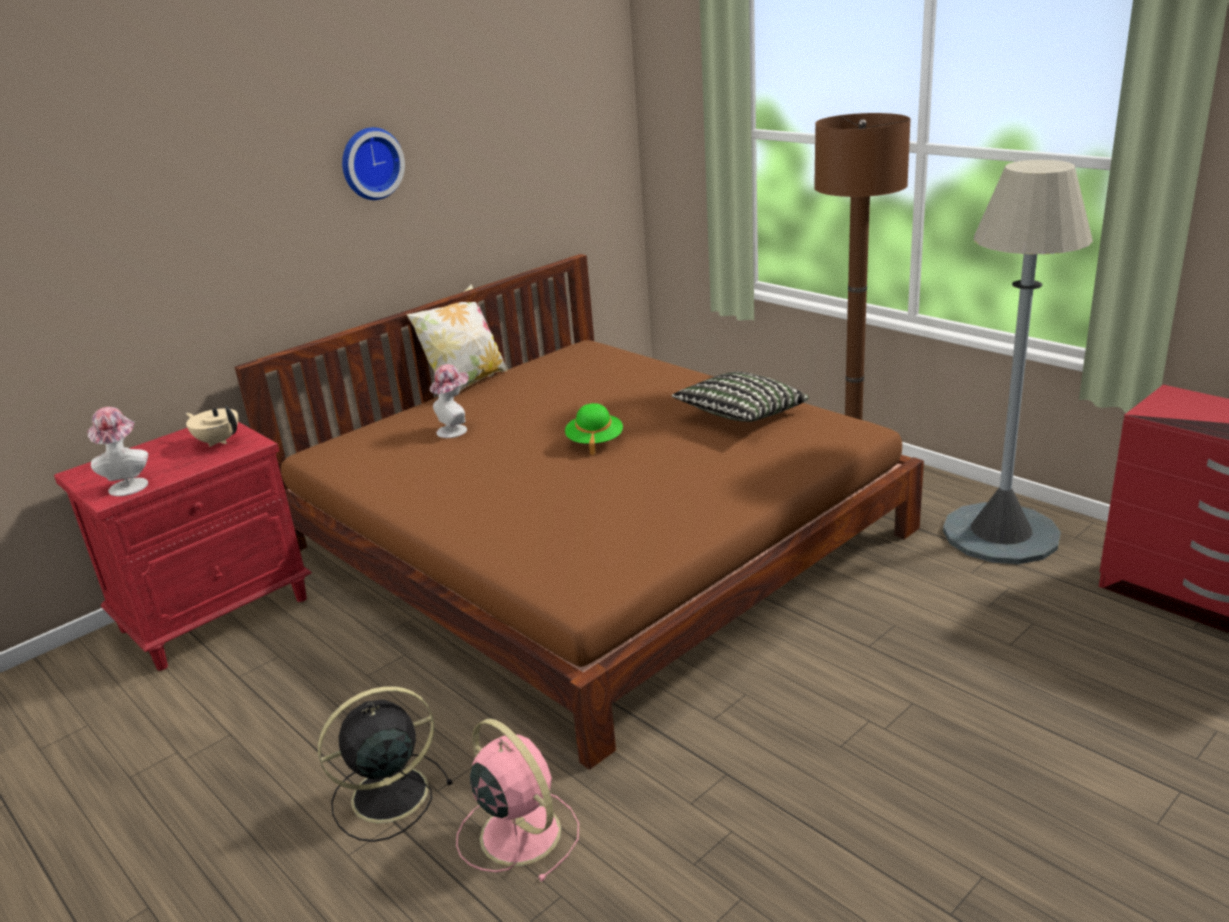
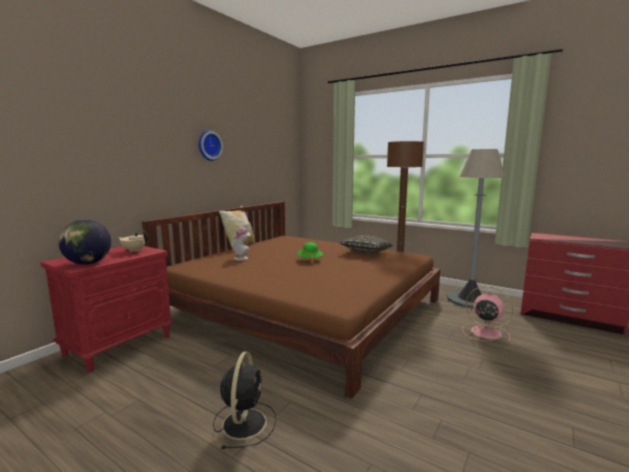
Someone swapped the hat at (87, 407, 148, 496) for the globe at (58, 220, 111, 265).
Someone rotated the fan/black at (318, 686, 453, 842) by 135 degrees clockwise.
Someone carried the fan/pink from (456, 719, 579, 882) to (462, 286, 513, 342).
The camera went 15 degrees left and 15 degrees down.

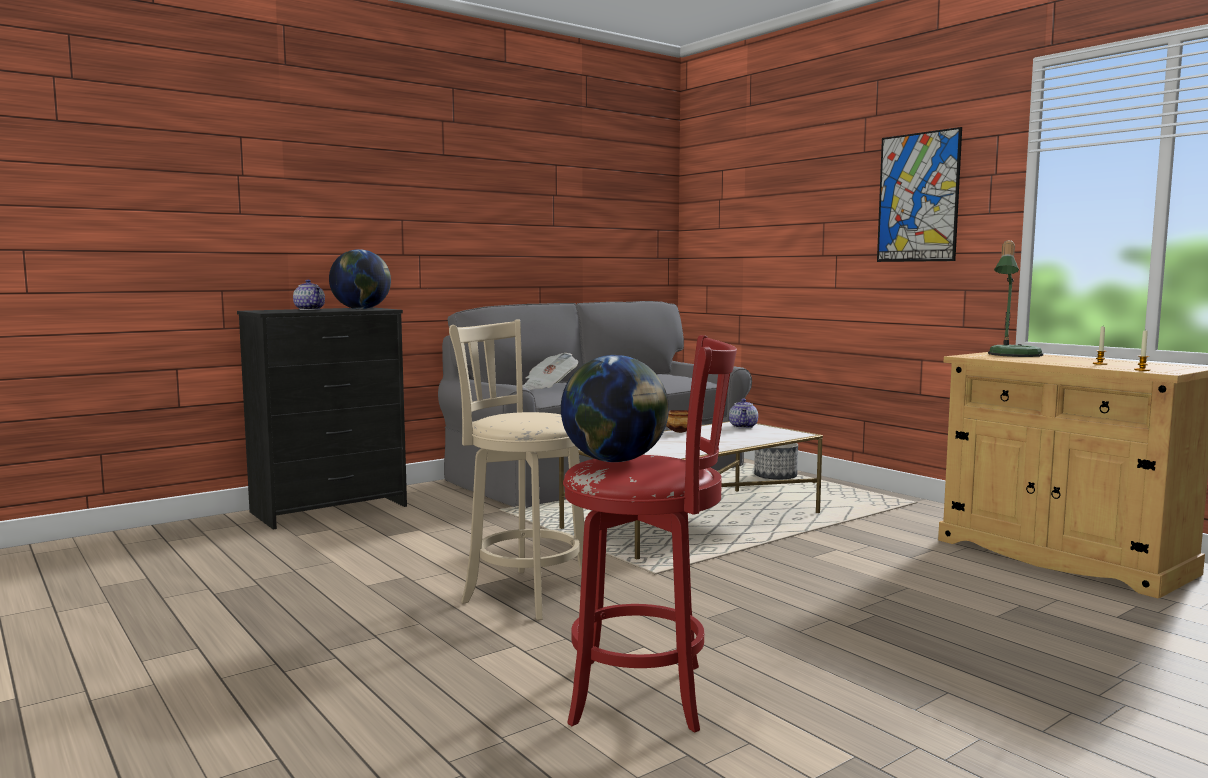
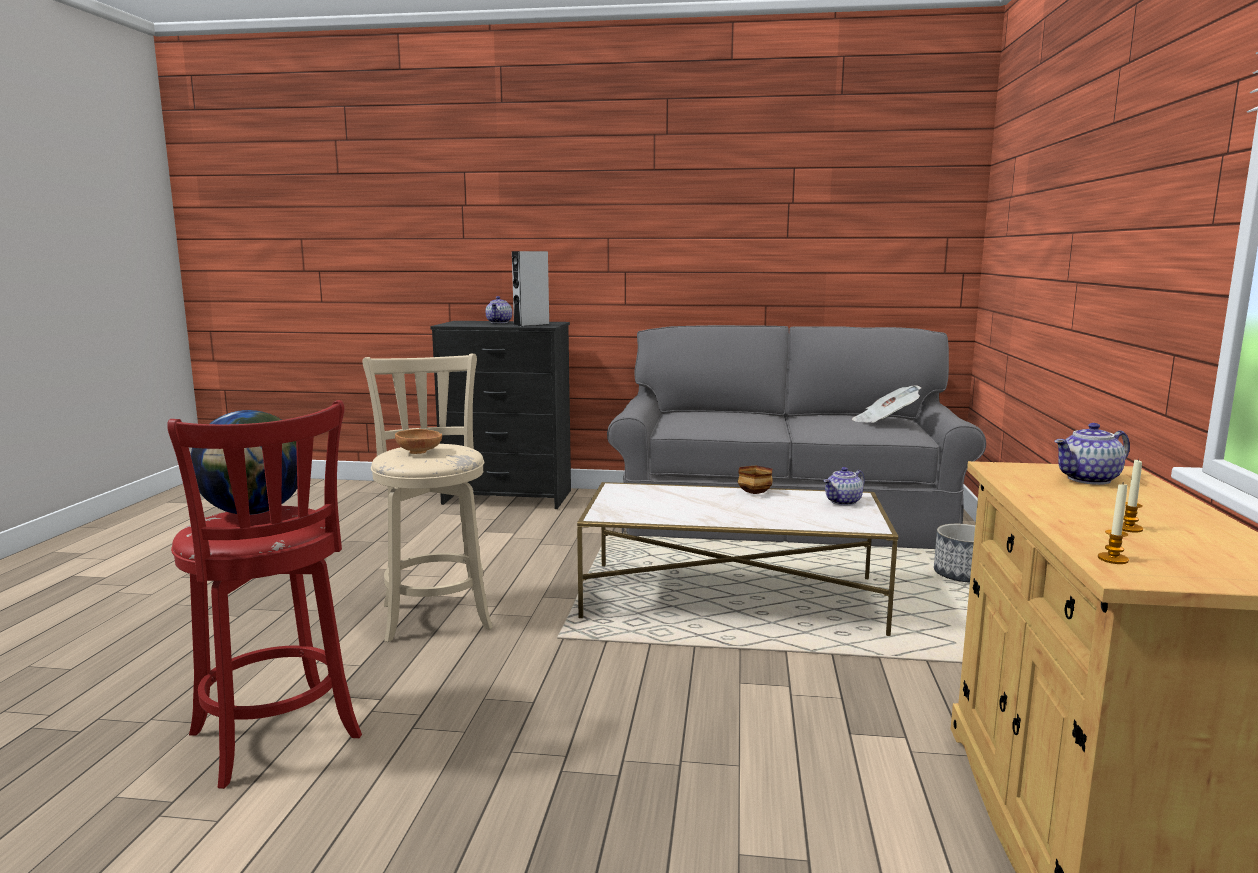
Someone swapped the globe at (329, 249, 391, 309) for the speaker/grey at (512, 251, 550, 327).
Someone carried the newspaper from (523, 353, 578, 390) to (852, 385, 921, 423).
Someone took away the picture at (877, 127, 962, 262).
Someone swapped the table lamp at (988, 240, 1043, 357) for the teapot at (1054, 423, 1130, 485).
Someone put down the bowl/brown at (395, 429, 442, 454).
The camera went 45 degrees right and 5 degrees up.

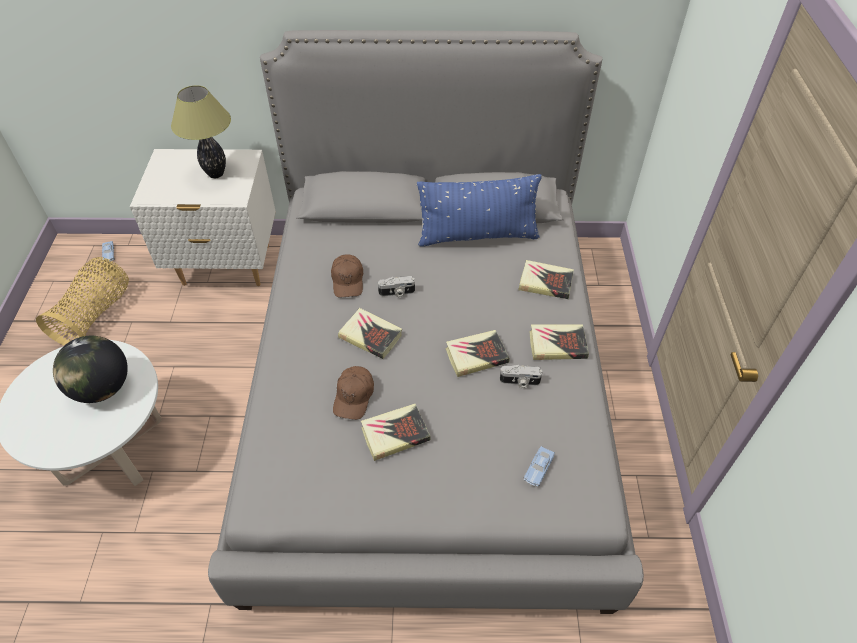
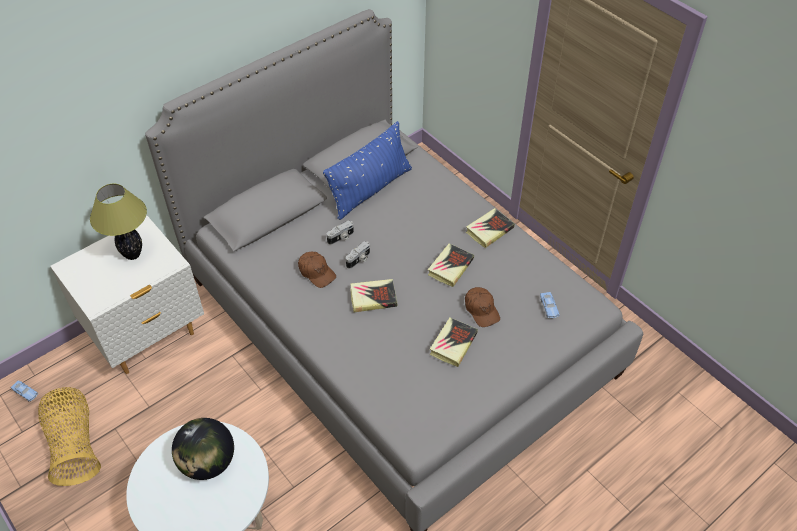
Someone carried the cap/brown from (333, 366, 374, 420) to (465, 287, 500, 327).
Someone carried the photo camera from (500, 365, 543, 388) to (327, 220, 354, 245).
Someone took away the book at (518, 260, 574, 299).
The camera went 40 degrees left and 0 degrees up.

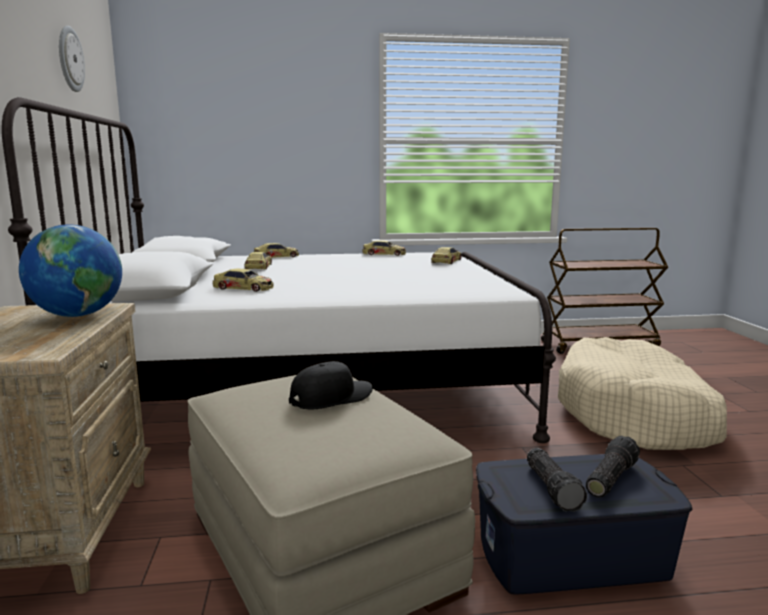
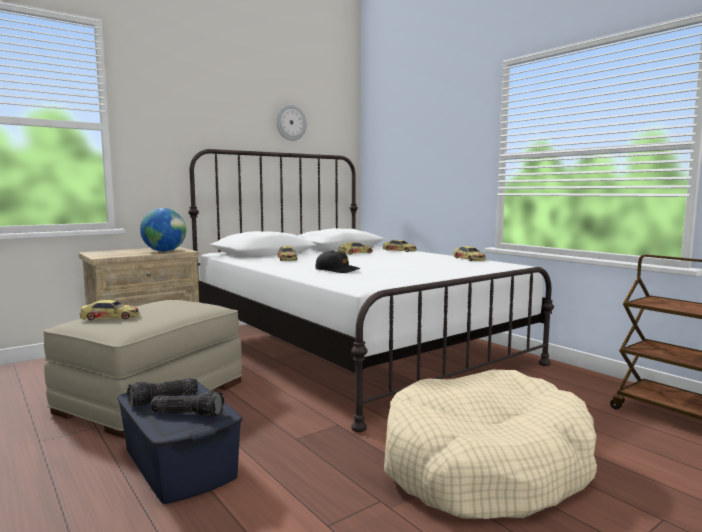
Someone carried the cap/black from (289, 361, 373, 409) to (315, 250, 360, 273).
Someone carried the toy car from (431, 247, 461, 264) to (80, 300, 140, 320).
The camera went 60 degrees right and 5 degrees down.

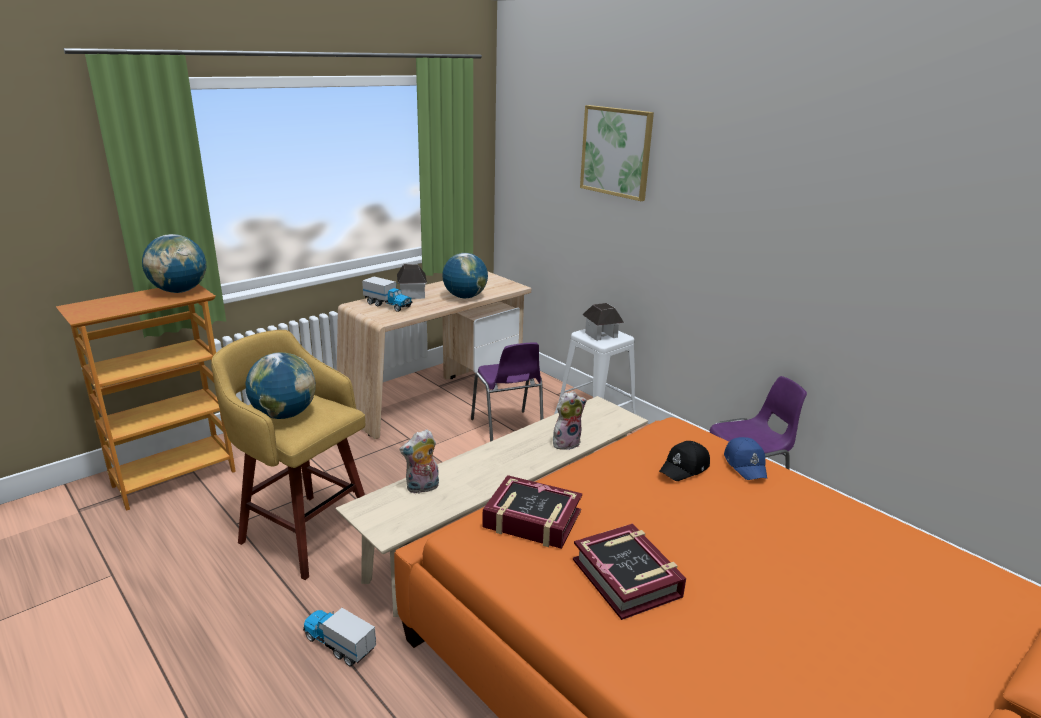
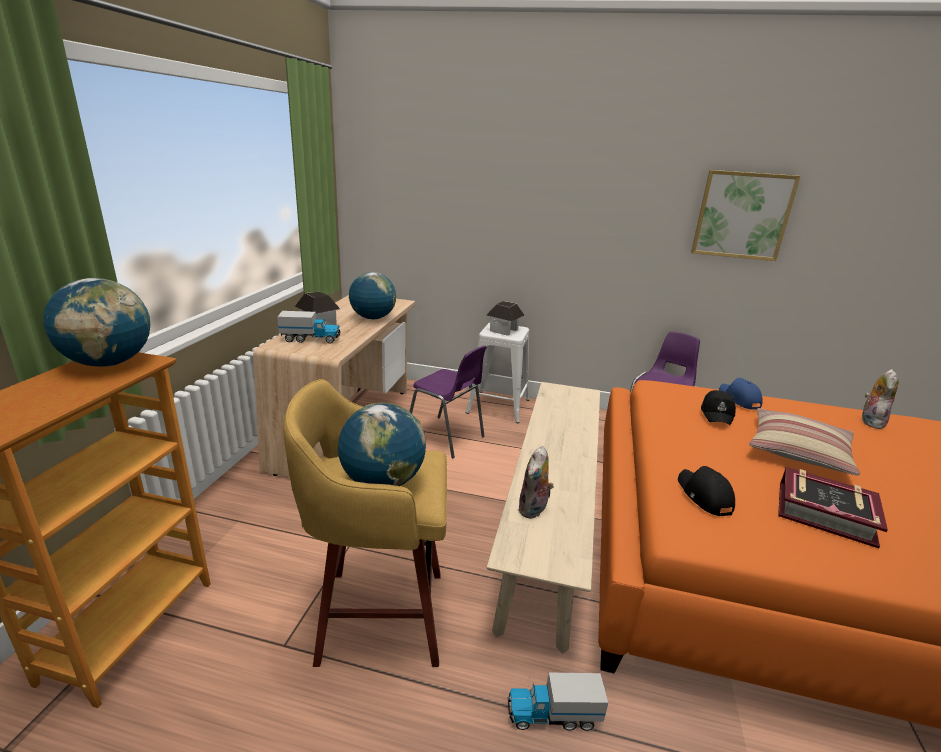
Someone swapped the book at (483, 475, 582, 549) for the cap/black at (678, 466, 735, 516).
Someone carried the plush toy from (553, 391, 587, 450) to (862, 369, 899, 429).
Someone carried the picture from (580, 105, 654, 201) to (691, 170, 801, 261).
Someone rotated the cap/blue at (724, 437, 767, 480) by 150 degrees counterclockwise.
Someone put down the pillow at (749, 408, 860, 476).
The camera went 35 degrees left and 0 degrees up.

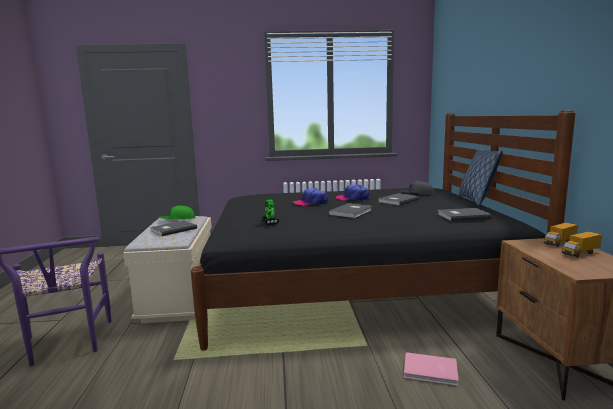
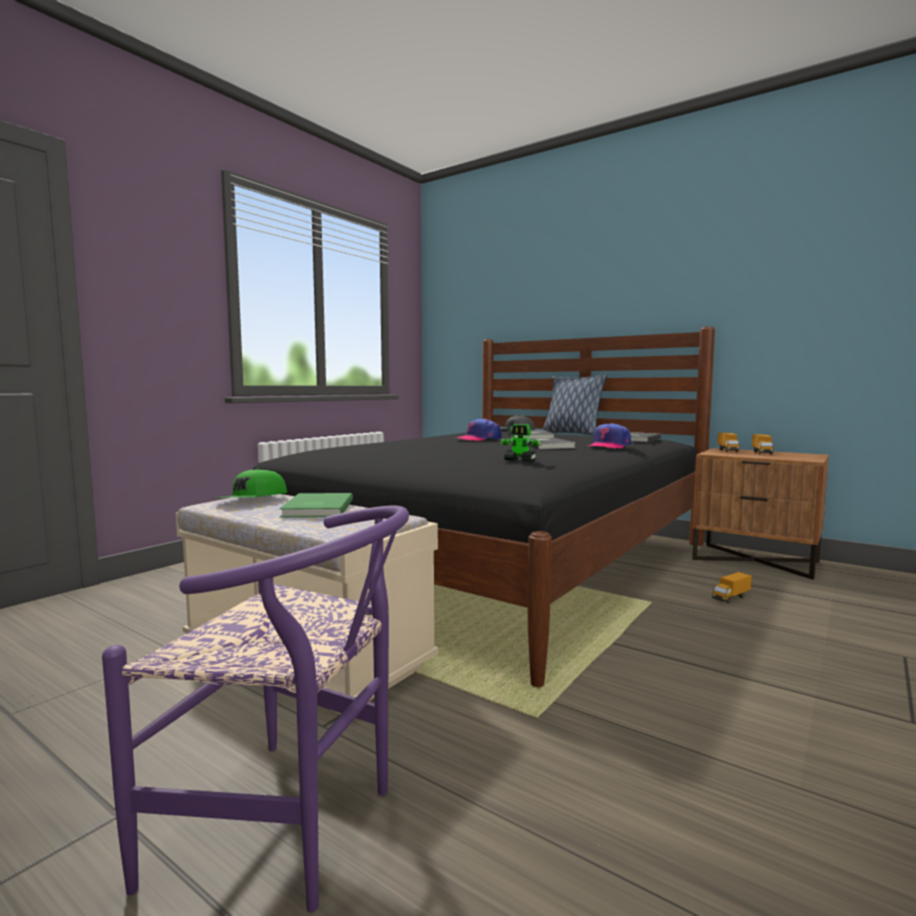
Someone repainted the book/grey at (150, 220, 197, 236), which became the book/green at (279, 493, 353, 517).
Someone carried the cap from (293, 188, 328, 206) to (588, 423, 631, 449).
Someone swapped the book/pink at (404, 352, 459, 386) for the toy truck at (712, 572, 752, 603).
The camera went 50 degrees left and 5 degrees down.

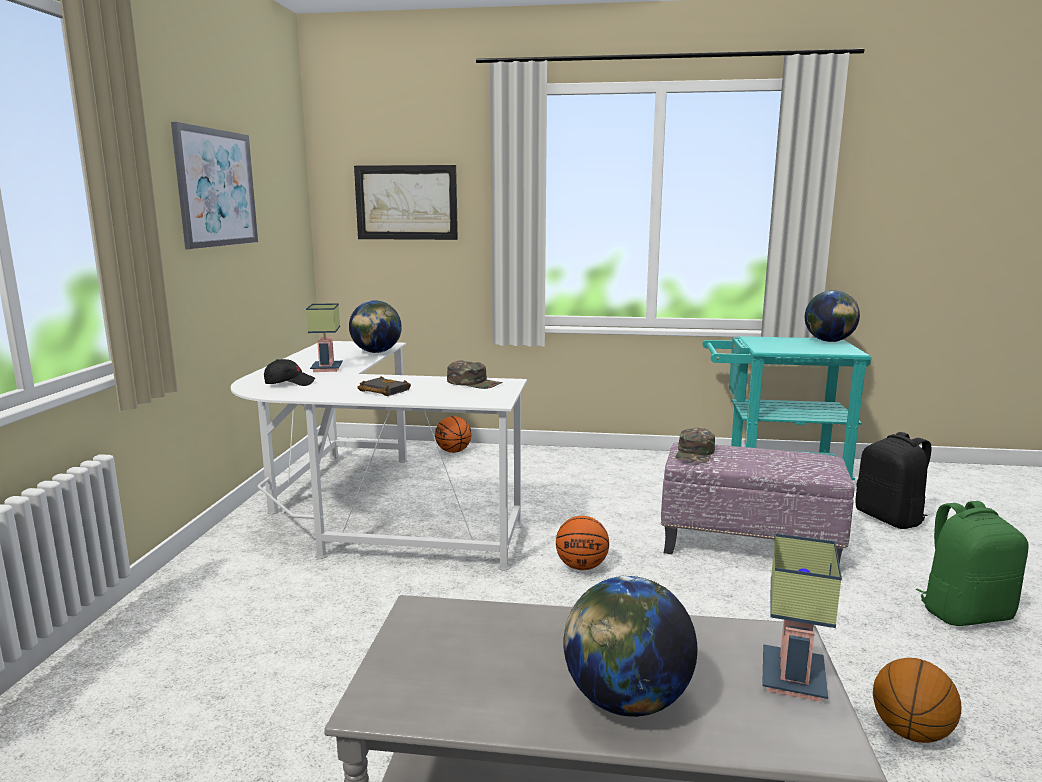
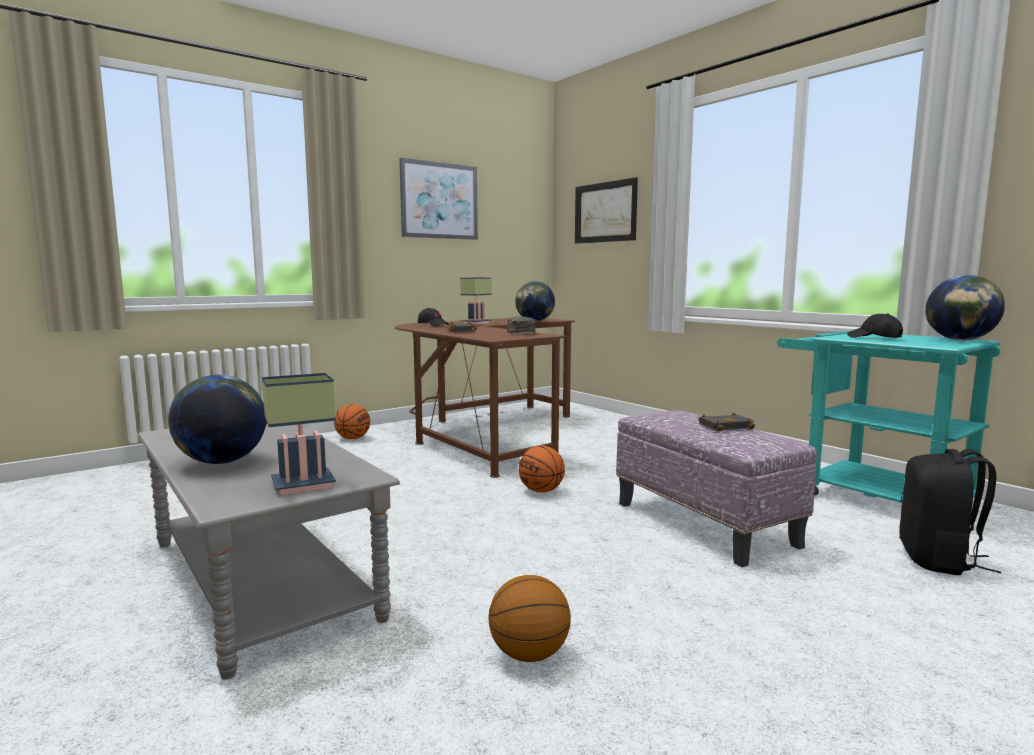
Someone repainted the desk/white at (231, 341, 527, 571), which became the desk/brown at (395, 318, 575, 478).
Someone carried the basketball from (435, 416, 471, 453) to (334, 404, 370, 439).
Someone took away the cap/green at (675, 428, 715, 463).
Someone took away the backpack/green at (916, 501, 1028, 626).
Someone put down the book/black at (698, 412, 755, 432).
Someone put down the cap/black at (847, 314, 903, 338).
The camera went 45 degrees right and 5 degrees down.

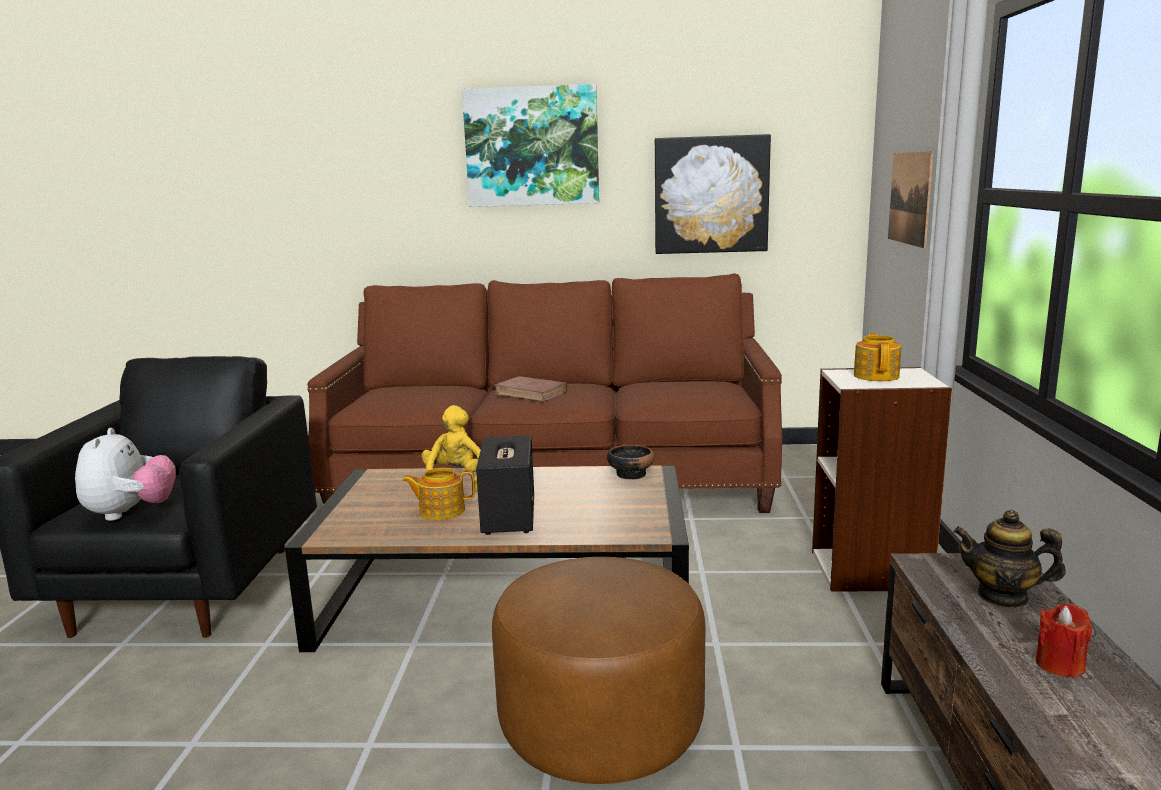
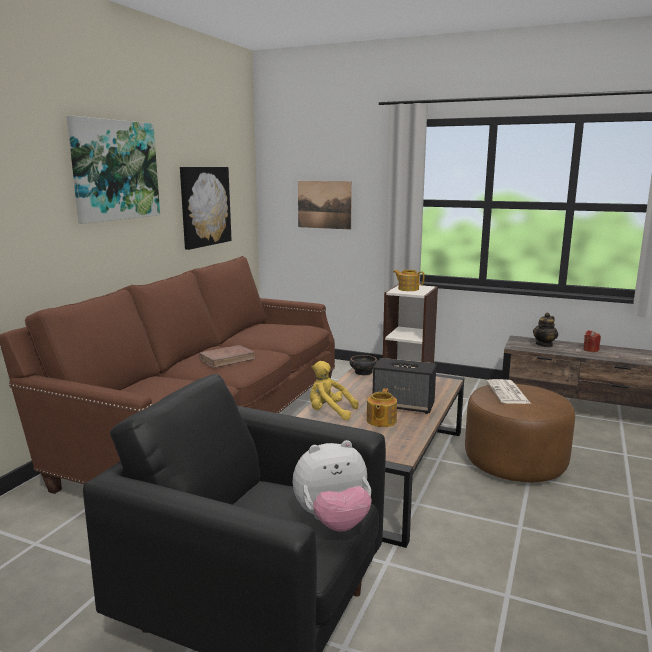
Someone rotated the plush toy at (75, 428, 176, 521) by 150 degrees clockwise.
Someone put down the newspaper at (487, 379, 531, 404).
The camera went 70 degrees left and 0 degrees up.

